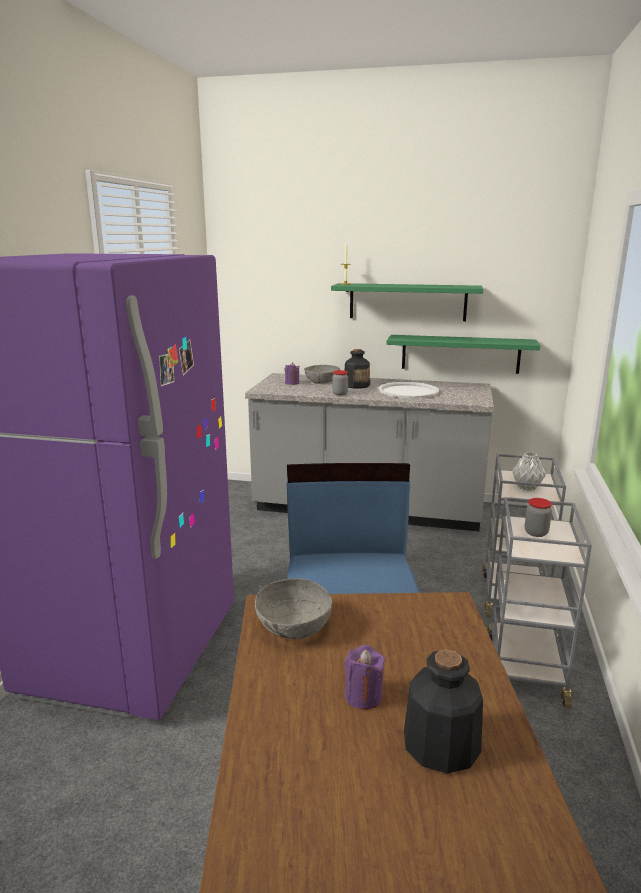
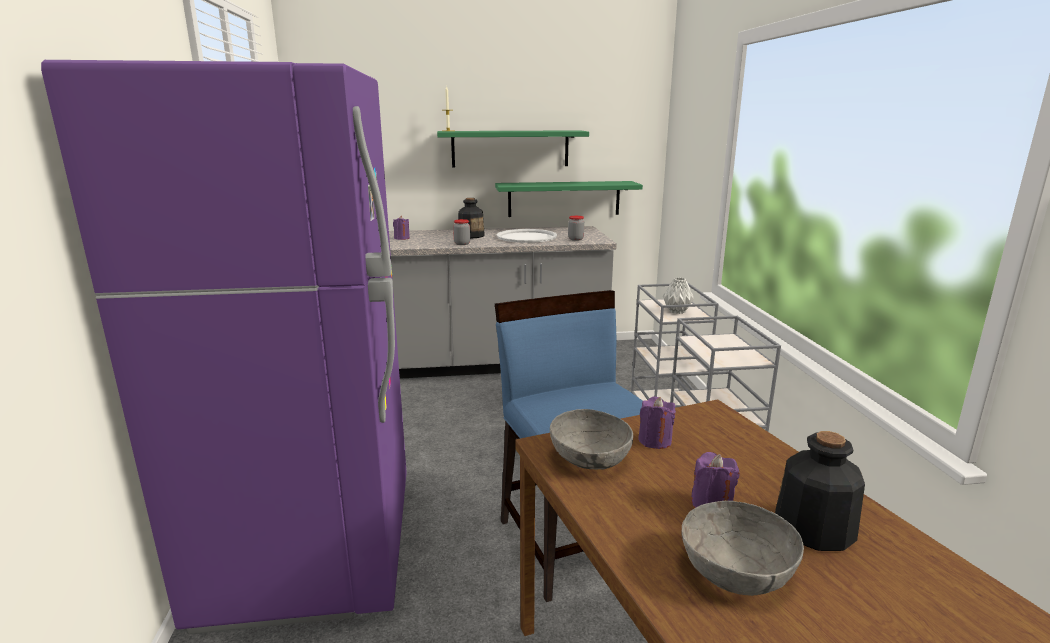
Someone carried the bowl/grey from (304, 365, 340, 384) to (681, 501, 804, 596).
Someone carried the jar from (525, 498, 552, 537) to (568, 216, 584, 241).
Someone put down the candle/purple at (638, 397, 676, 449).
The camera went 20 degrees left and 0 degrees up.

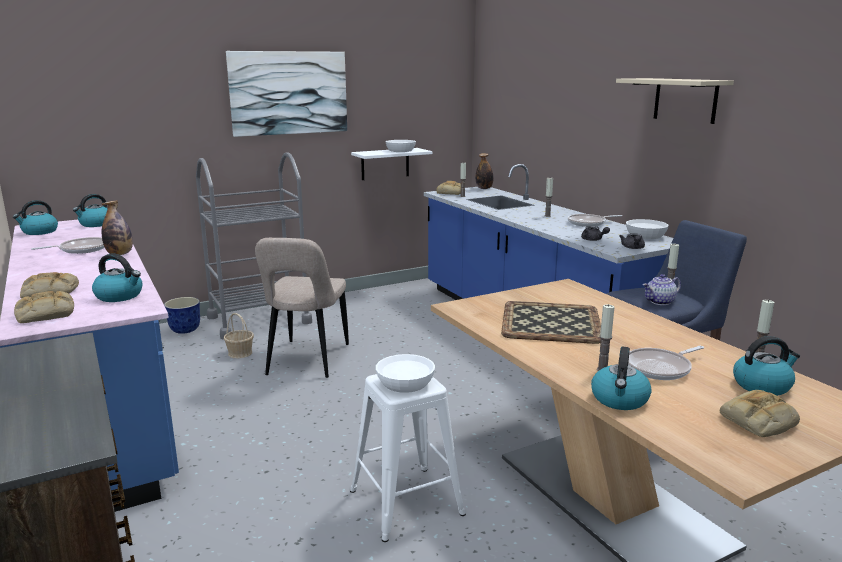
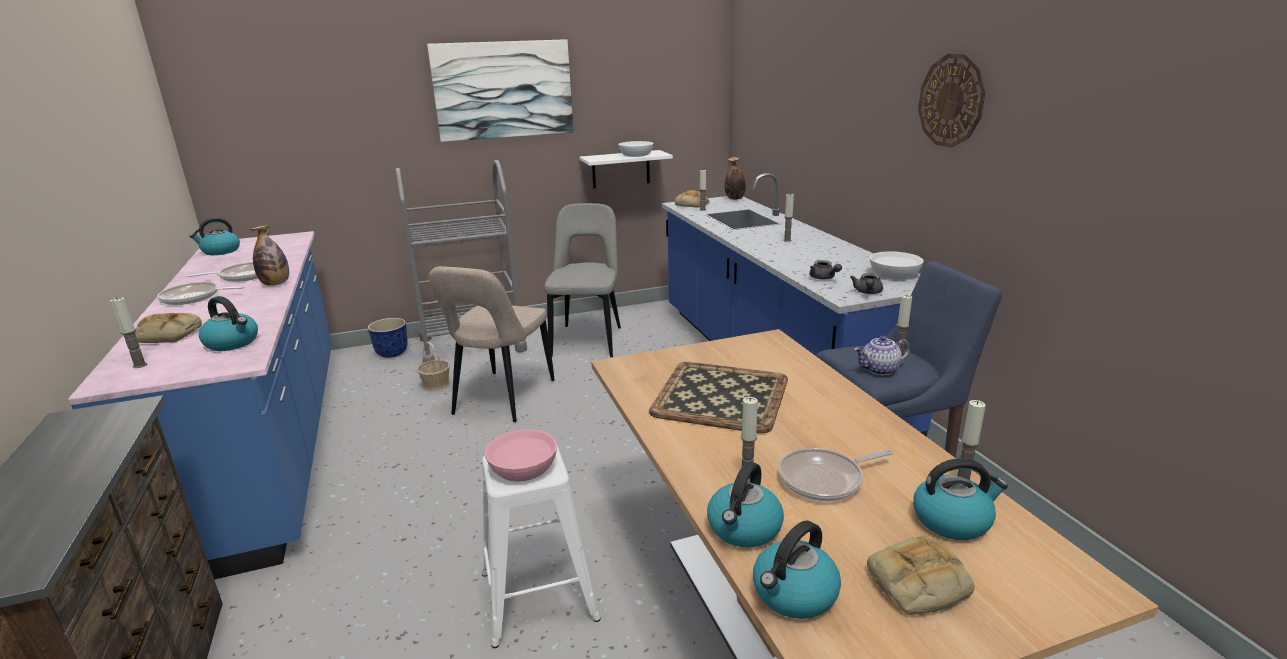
Someone swapped the bread at (14, 291, 74, 323) for the candle at (110, 297, 147, 368).
Someone carried the kettle from (73, 194, 108, 227) to (753, 520, 841, 619).
Someone repainted the bowl/white at (376, 354, 435, 393), which became the bowl/pink at (485, 430, 557, 482).
Someone carried the frying pan from (568, 214, 622, 227) to (157, 282, 245, 305).
Someone swapped the shelf/beige at (616, 78, 734, 124) for the wall clock at (918, 54, 986, 148).
Someone put down the chair/grey at (544, 203, 621, 357).
The camera went 10 degrees right and 5 degrees up.

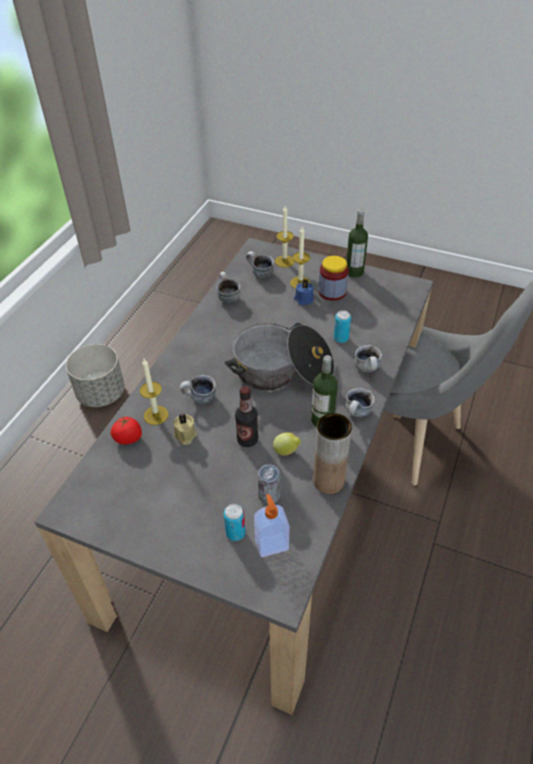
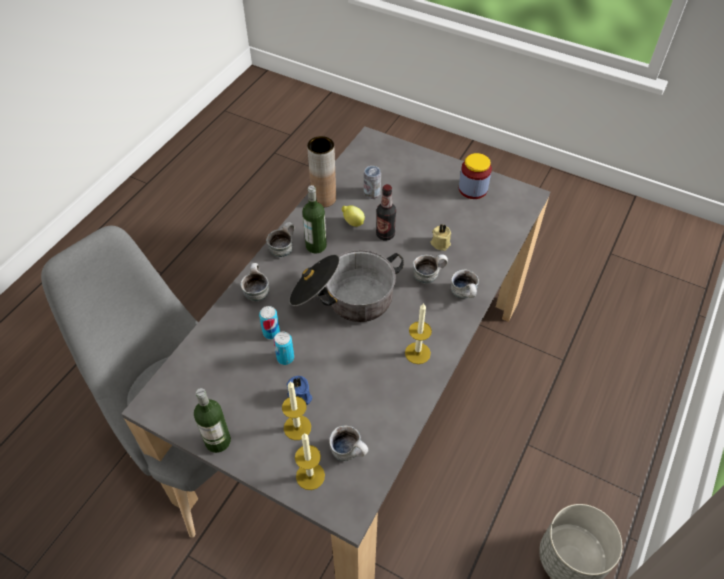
Someone took away the tomato at (111, 416, 142, 445).
Someone carried the candle from (140, 359, 169, 425) to (405, 303, 432, 364).
Someone carried the mug from (216, 272, 241, 304) to (451, 269, 479, 299).
Someone carried the can from (224, 504, 246, 541) to (273, 331, 294, 365).
Someone took away the soap dispenser at (254, 494, 290, 557).
Someone carried the jar from (318, 256, 349, 301) to (459, 153, 492, 199).
The camera went 175 degrees left and 5 degrees up.

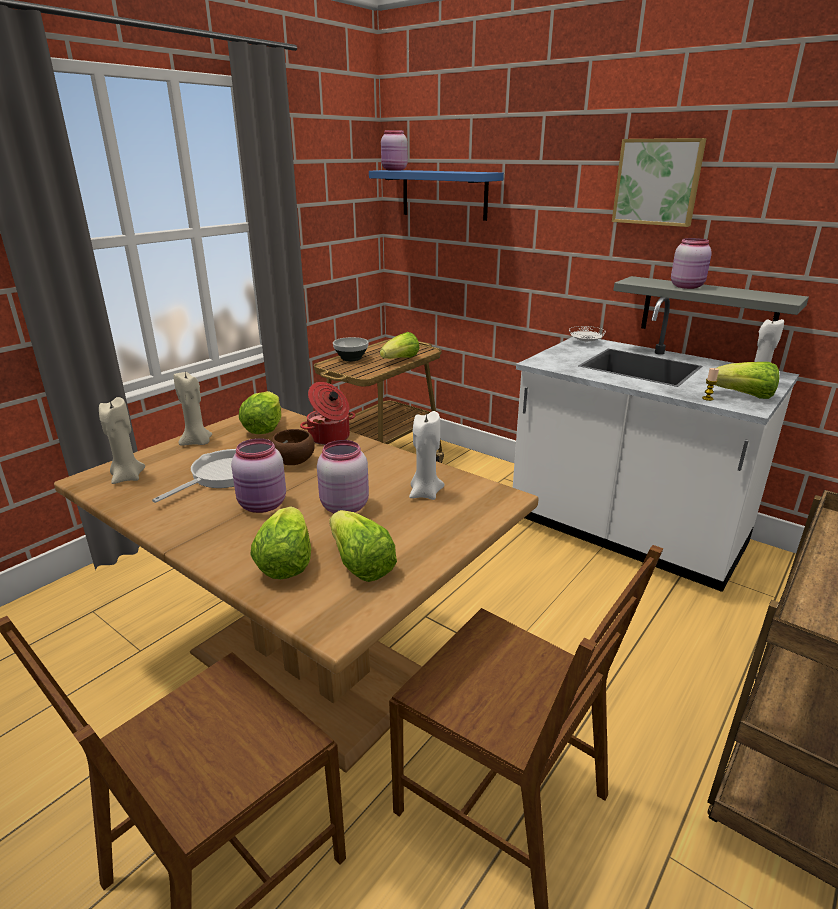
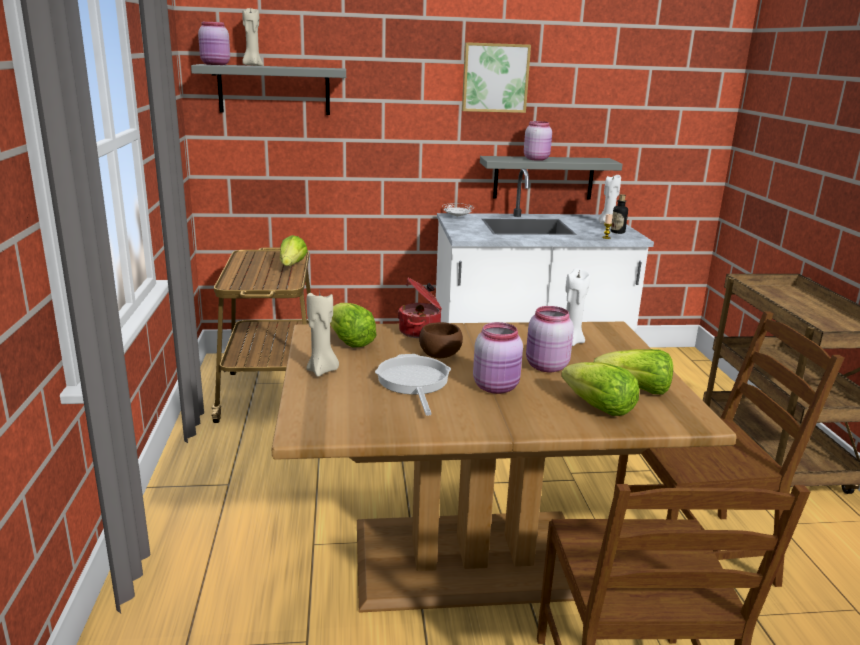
Someone carried the candle/beige from (99, 397, 145, 484) to (242, 7, 263, 66).
Someone took away the bowl at (333, 337, 369, 361).
Someone repainted the shelf/blue at (369, 170, 504, 221), which became the shelf/grey at (191, 64, 346, 115).
Someone swapped the lettuce at (716, 362, 780, 399) for the bottle at (611, 194, 628, 234).
The camera went 45 degrees left and 5 degrees down.

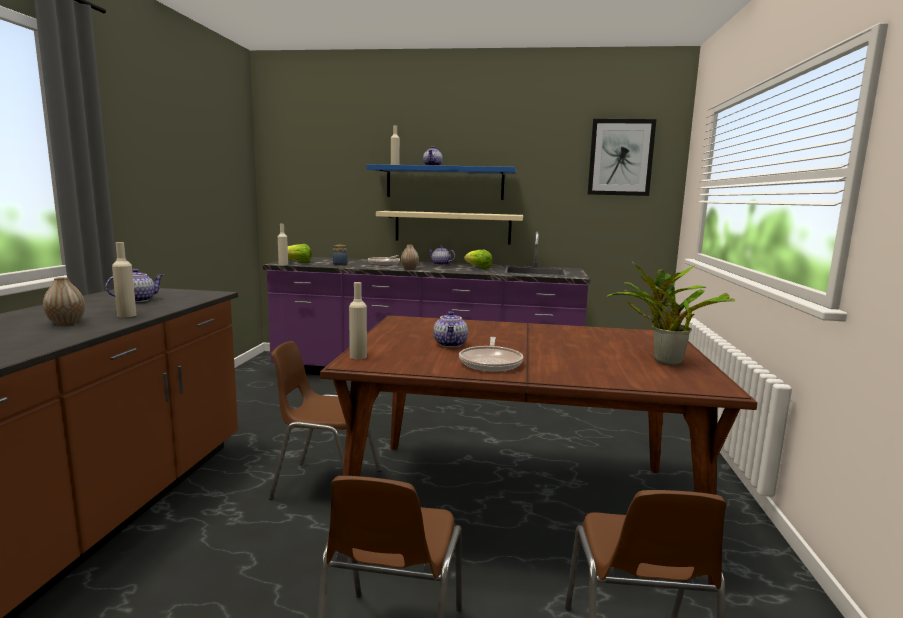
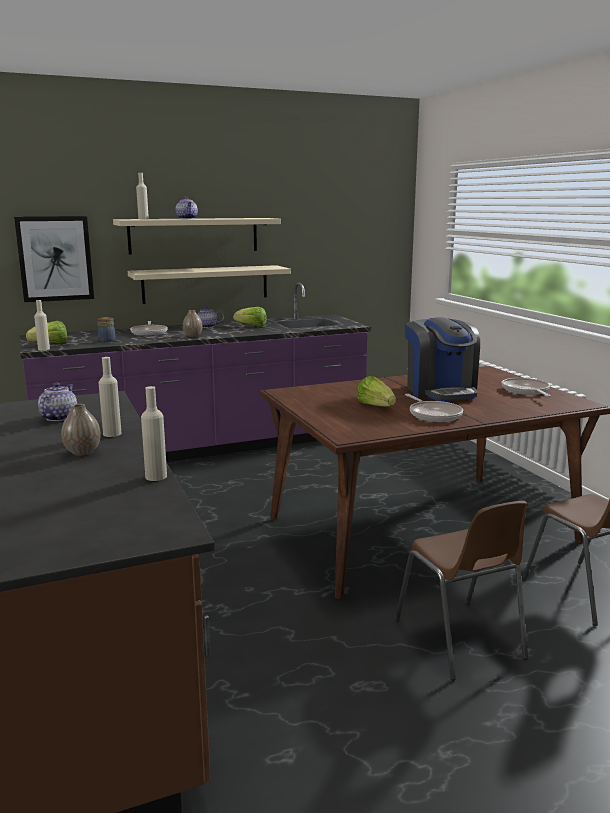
Someone took away the chair/brown at (269, 341, 381, 500).
Someone carried the bottle/beige from (349, 282, 367, 359) to (141, 386, 167, 481).
Someone repainted the shelf/blue at (366, 164, 516, 200), which became the shelf/beige at (113, 218, 281, 254).
Someone swapped the teapot at (433, 311, 468, 348) for the lettuce at (357, 376, 396, 406).
Someone carried the picture from (588, 119, 656, 196) to (14, 216, 94, 302).
Someone swapped the potted plant at (607, 261, 735, 365) for the frying pan at (502, 378, 551, 397).
Someone put down the coffee machine at (405, 317, 480, 401).
The camera went 30 degrees left and 5 degrees up.

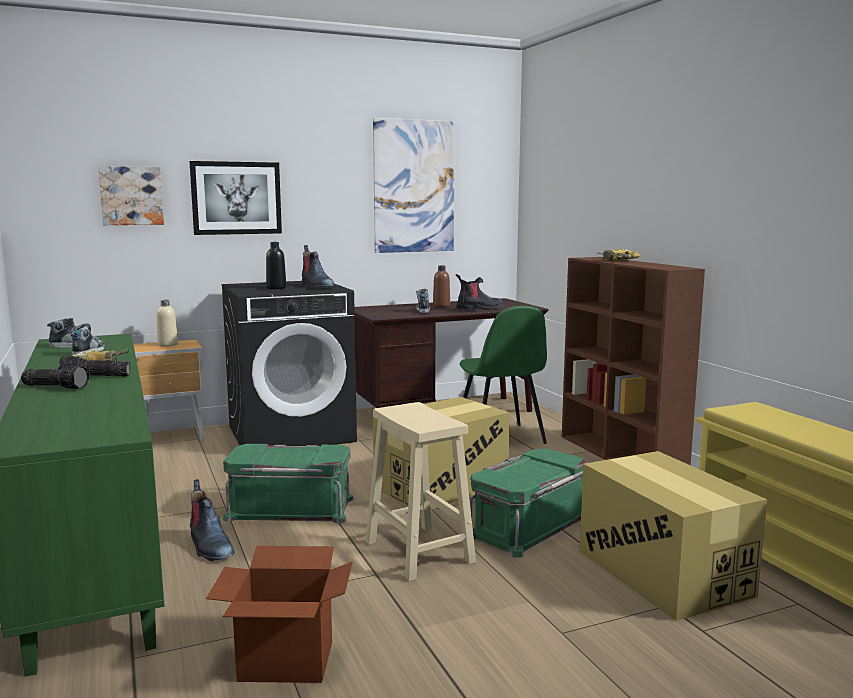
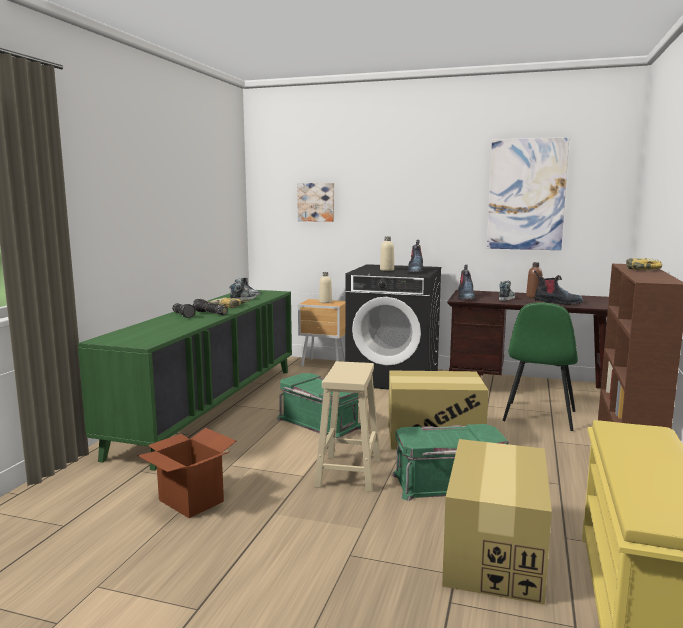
Someone took away the picture at (190, 161, 282, 235).
Someone carried the boot from (190, 479, 234, 561) to (458, 265, 476, 300).
Someone repainted the bottle/black at (266, 242, 286, 289), which became the bottle/beige at (380, 236, 394, 271).
The camera went 40 degrees right and 0 degrees up.

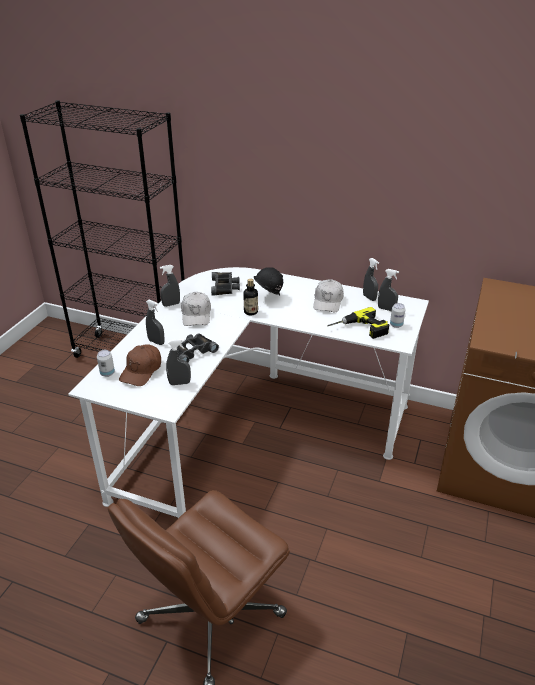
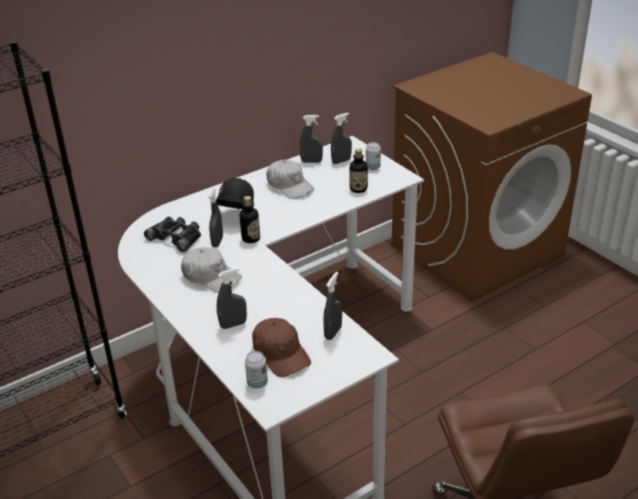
Someone carried the spray bottle/grey from (160, 265, 180, 307) to (208, 189, 223, 247).
Someone took away the binoculars/black at (171, 334, 219, 363).
Someone swapped the power drill at (327, 307, 389, 339) for the bottle at (349, 148, 368, 193).
The camera went 55 degrees left and 0 degrees up.

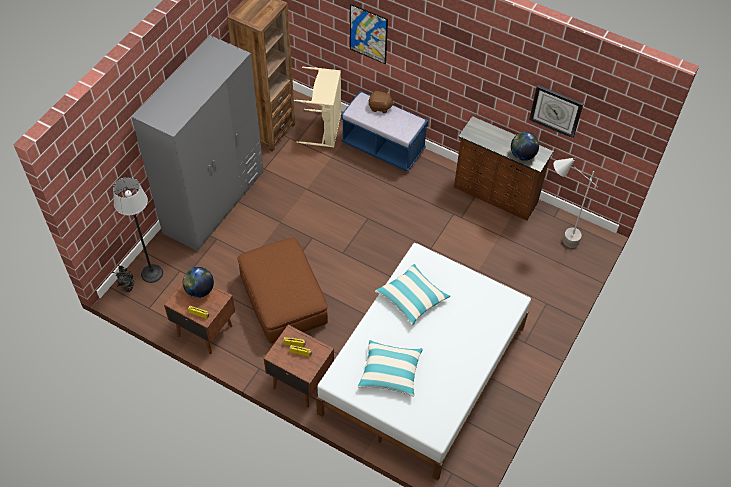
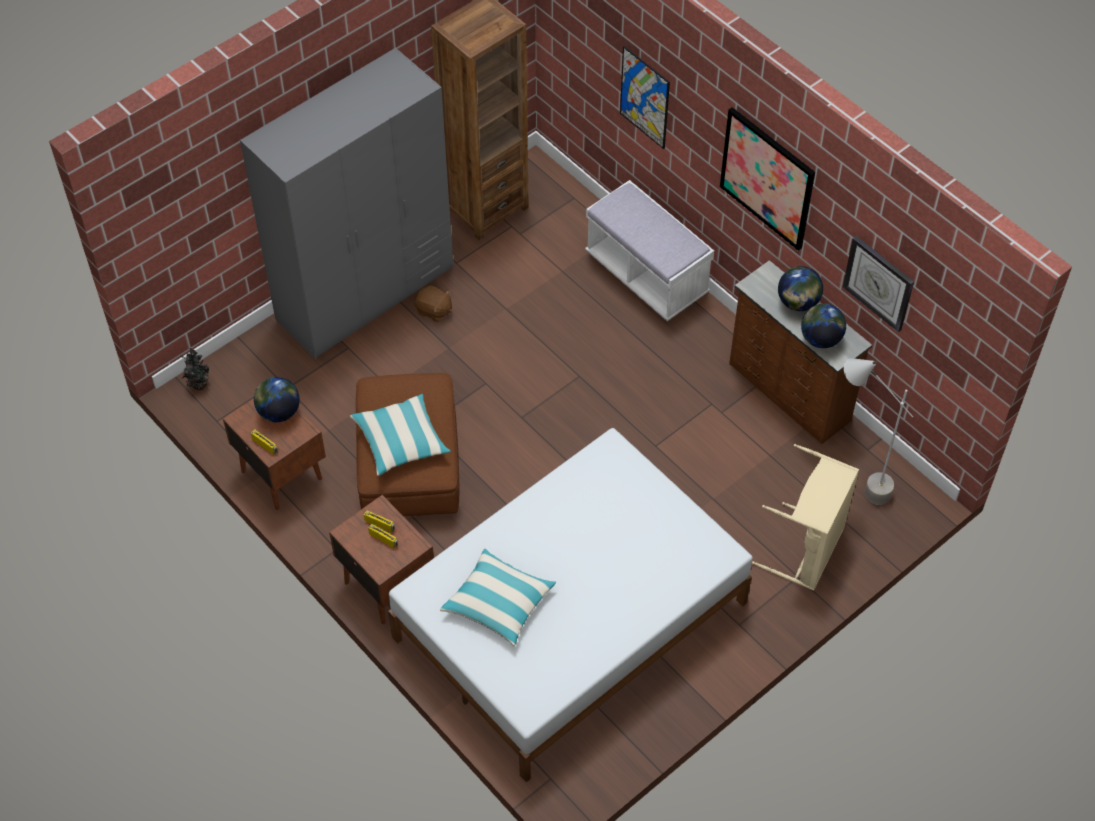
Someone took away the floor lamp at (113, 177, 163, 283).
Someone carried the laundry basket/beige from (294, 67, 341, 147) to (752, 444, 859, 591).
Someone repainted the bench/blue at (341, 91, 428, 171), which became the bench/white at (585, 180, 714, 321).
Someone carried the plush toy/brown from (368, 91, 394, 113) to (414, 285, 452, 322).
Someone carried the pillow from (375, 264, 450, 325) to (350, 394, 451, 476).
Someone put up the picture at (720, 107, 815, 251).
Someone put down the globe at (778, 266, 823, 311).
The camera went 20 degrees right and 0 degrees up.

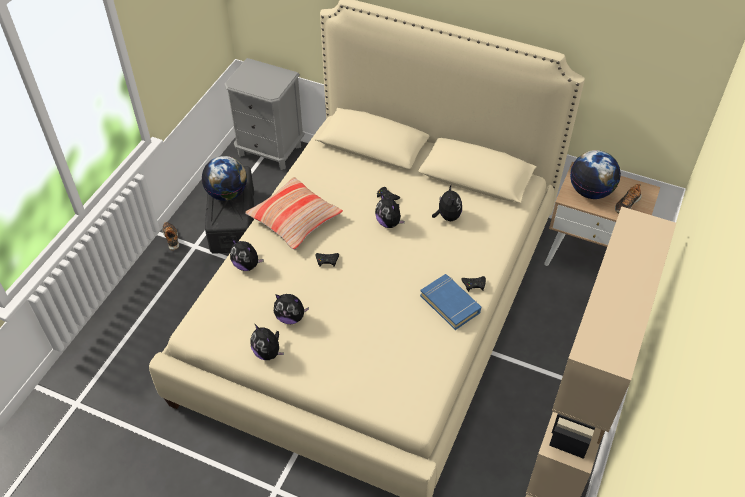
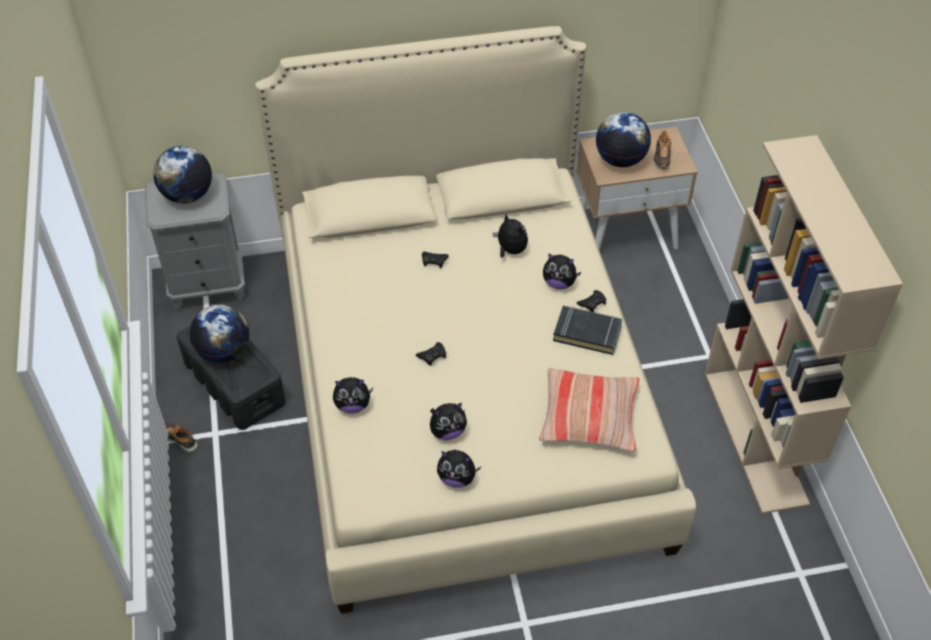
Someone carried the pillow from (245, 177, 343, 250) to (539, 368, 639, 452).
Someone carried the plush toy from (375, 194, 405, 228) to (543, 253, 581, 289).
Someone repainted the book/blue at (420, 274, 481, 330), which became the book/black at (553, 306, 622, 355).
Someone put down the globe at (153, 146, 212, 203).
The camera went 35 degrees left and 0 degrees up.

